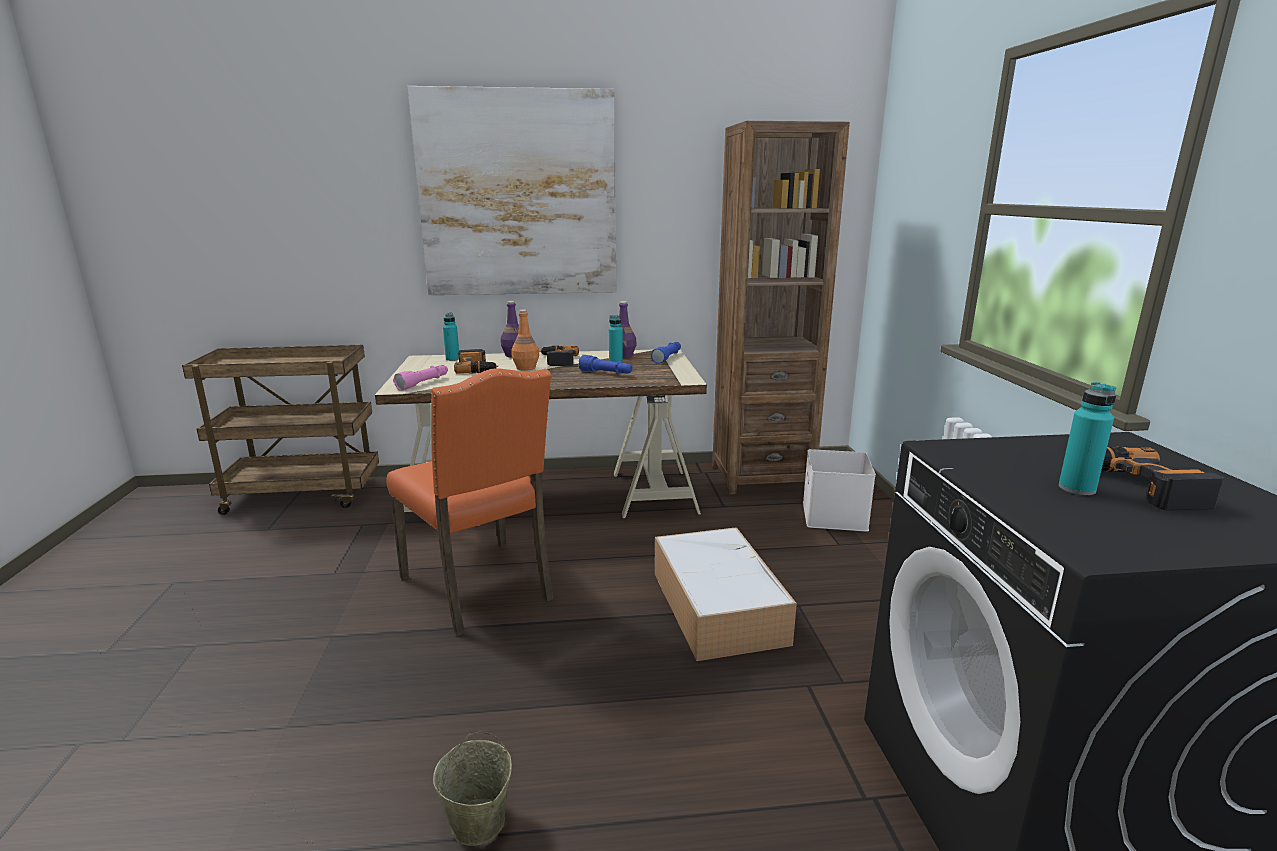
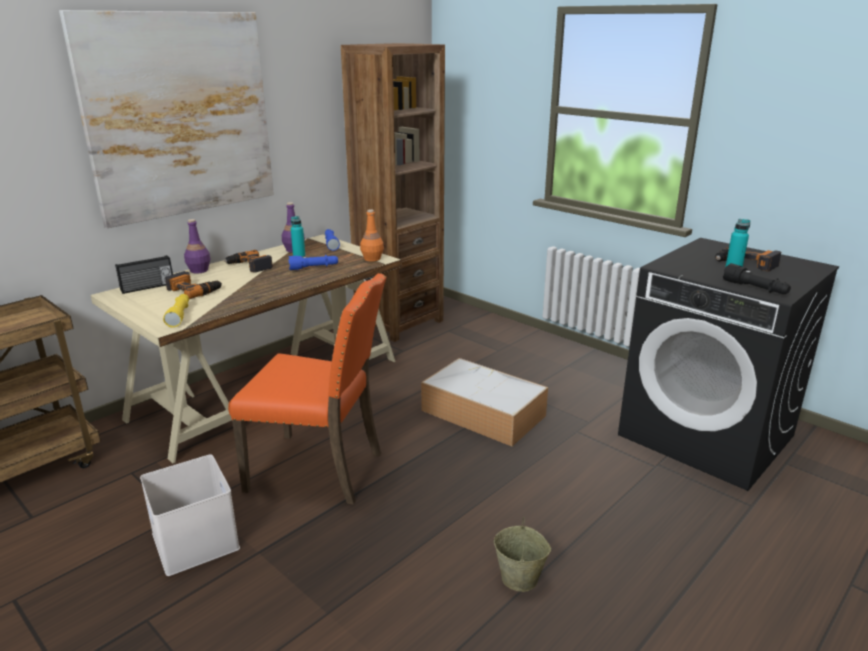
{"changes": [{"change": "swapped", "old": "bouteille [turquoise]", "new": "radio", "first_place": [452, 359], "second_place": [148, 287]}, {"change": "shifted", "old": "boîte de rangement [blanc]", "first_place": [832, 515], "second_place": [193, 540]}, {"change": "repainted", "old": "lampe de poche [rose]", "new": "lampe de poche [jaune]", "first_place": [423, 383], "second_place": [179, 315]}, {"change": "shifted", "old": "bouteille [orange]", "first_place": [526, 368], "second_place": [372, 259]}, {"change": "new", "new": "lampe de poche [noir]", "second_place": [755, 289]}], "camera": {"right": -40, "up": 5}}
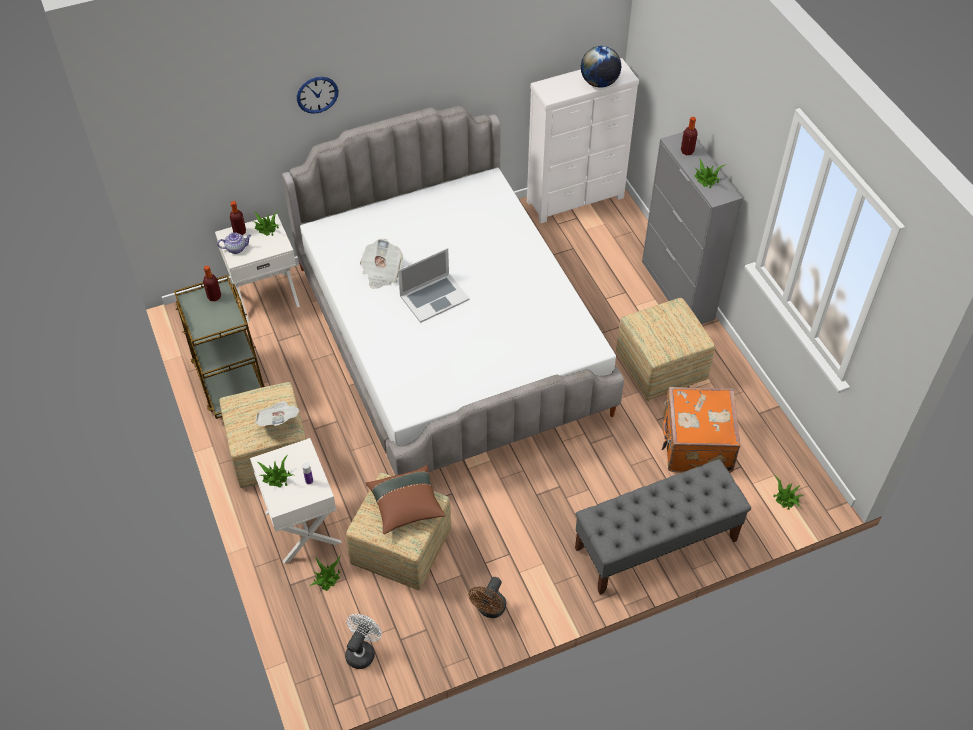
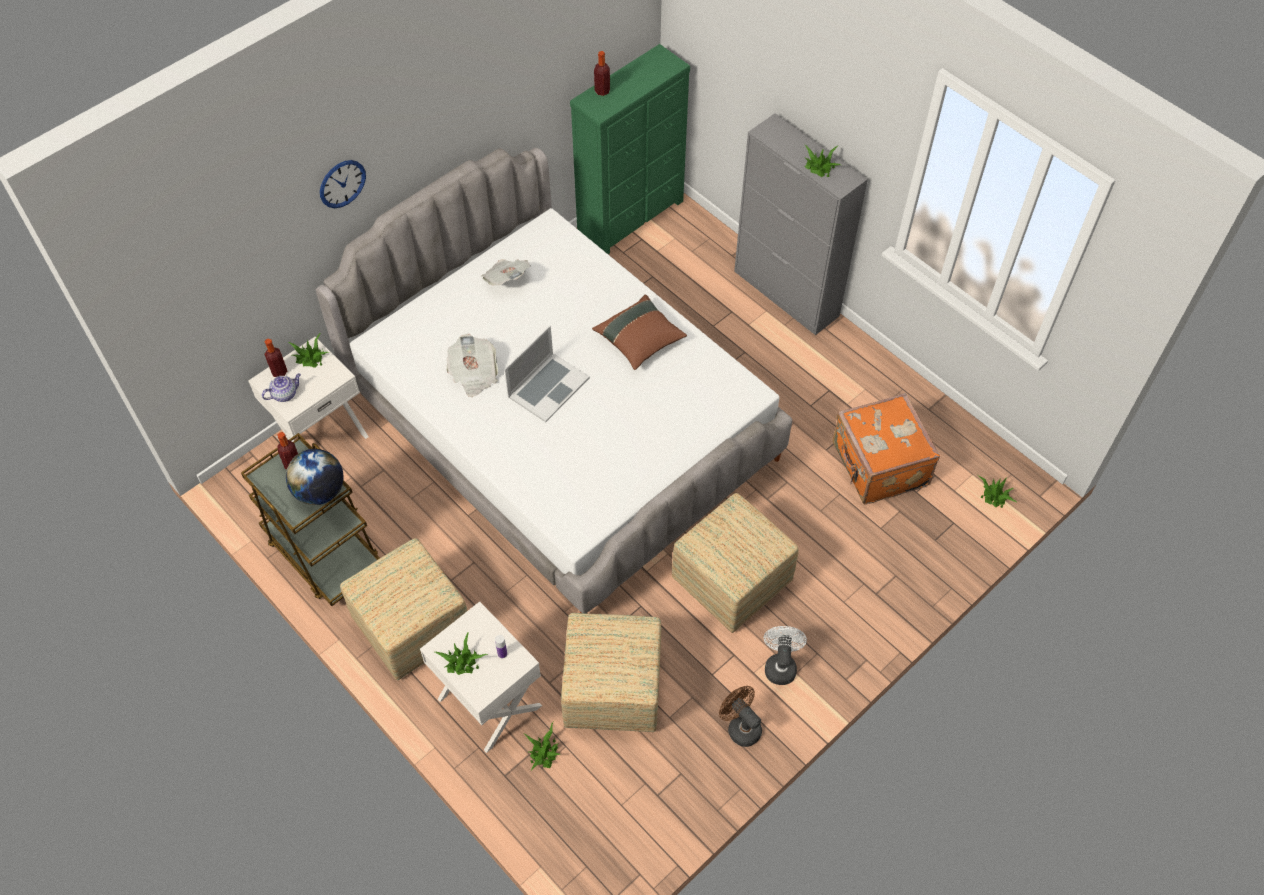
{"changes": [{"change": "shifted", "old": "globe", "first_place": [599, 83], "second_place": [320, 491]}, {"change": "shifted", "old": "journal", "first_place": [278, 420], "second_place": [506, 279]}, {"change": "repainted", "old": "commode [blanc]", "new": "commode [vert]", "first_place": [576, 200], "second_place": [632, 218]}, {"change": "shifted", "old": "coussin [marron]", "first_place": [406, 506], "second_place": [639, 340]}, {"change": "shifted", "old": "bouteille", "first_place": [687, 151], "second_place": [602, 91]}, {"change": "shifted", "old": "pouf", "first_place": [661, 367], "second_place": [732, 579]}, {"change": "rotated", "old": "ventilateur [marron]", "first_place": [490, 610], "second_place": [740, 726], "degrees": 135}, {"change": "shifted", "old": "ventilateur [blanc]", "first_place": [362, 651], "second_place": [780, 665]}, {"change": "gone", "old": "banc [gris]", "first_place": [655, 544]}], "camera": {"right": -20, "up": 5}}
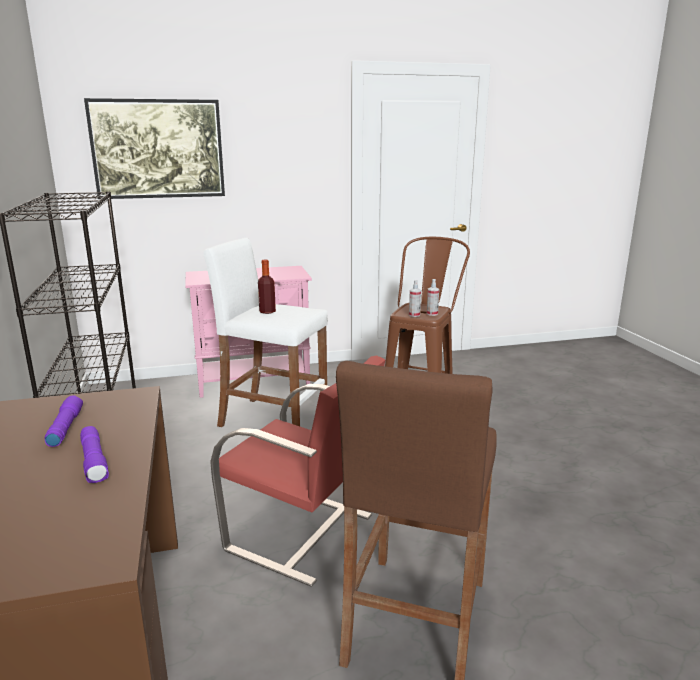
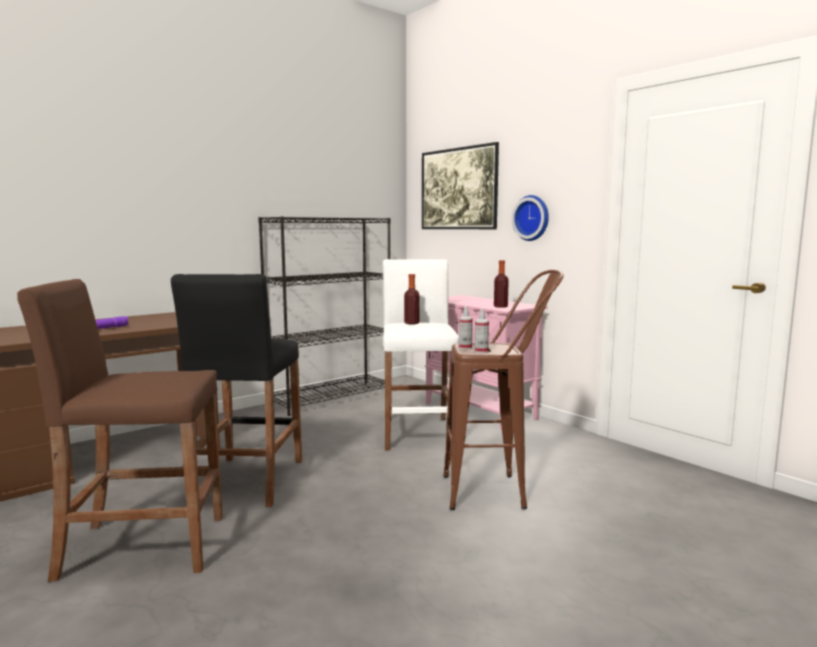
{"changes": [{"change": "swapped", "old": "chaise [rouge]", "new": "tabouret [noir]", "first_place": [302, 533], "second_place": [247, 481]}, {"change": "new", "new": "bouteille", "second_place": [500, 306]}, {"change": "new", "new": "horloge murale", "second_place": [532, 218]}, {"change": "gone", "old": "lampe de poche [violet]", "first_place": [64, 428]}], "camera": {"right": 65, "up": -10}}
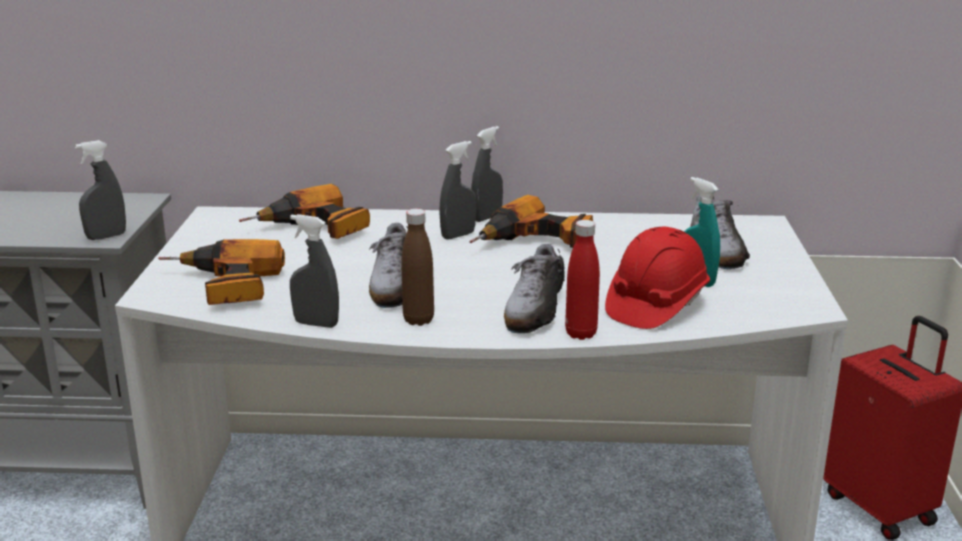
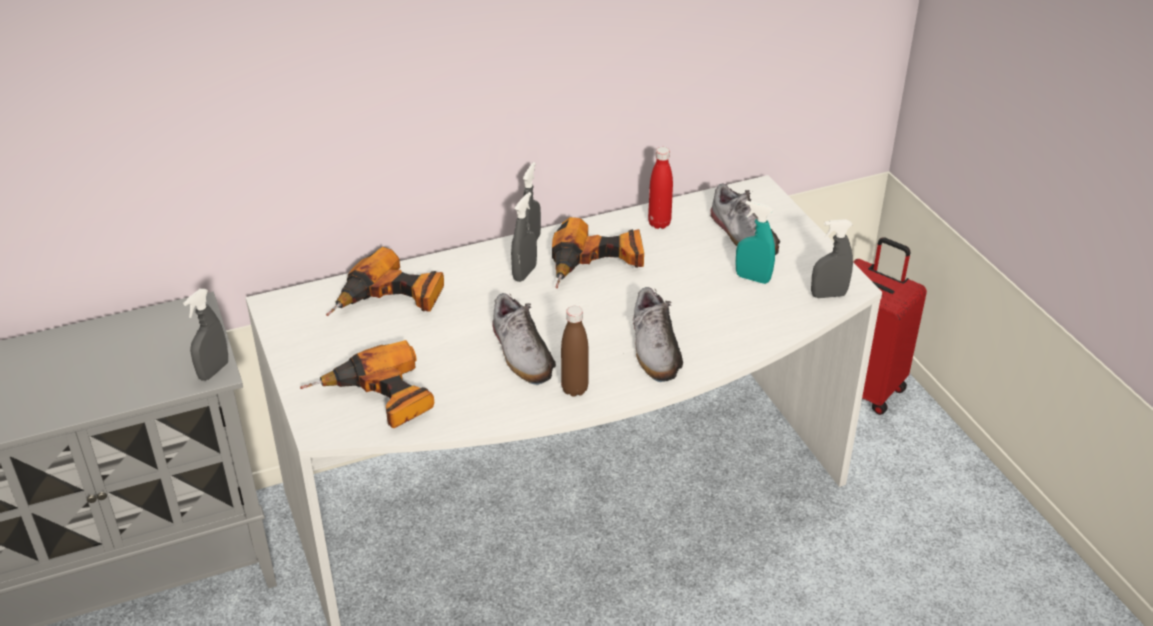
{"changes": [{"change": "shifted", "old": "bouteille [rouge]", "first_place": [581, 334], "second_place": [659, 223]}, {"change": "shifted", "old": "vaporisateur [gris]", "first_place": [316, 324], "second_place": [828, 295]}, {"change": "gone", "old": "casque de chantier [rouge]", "first_place": [655, 305]}], "camera": {"right": -25, "up": 15}}
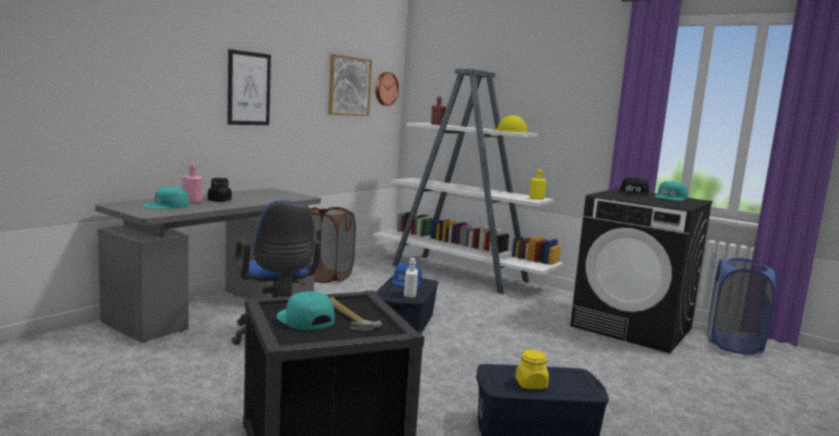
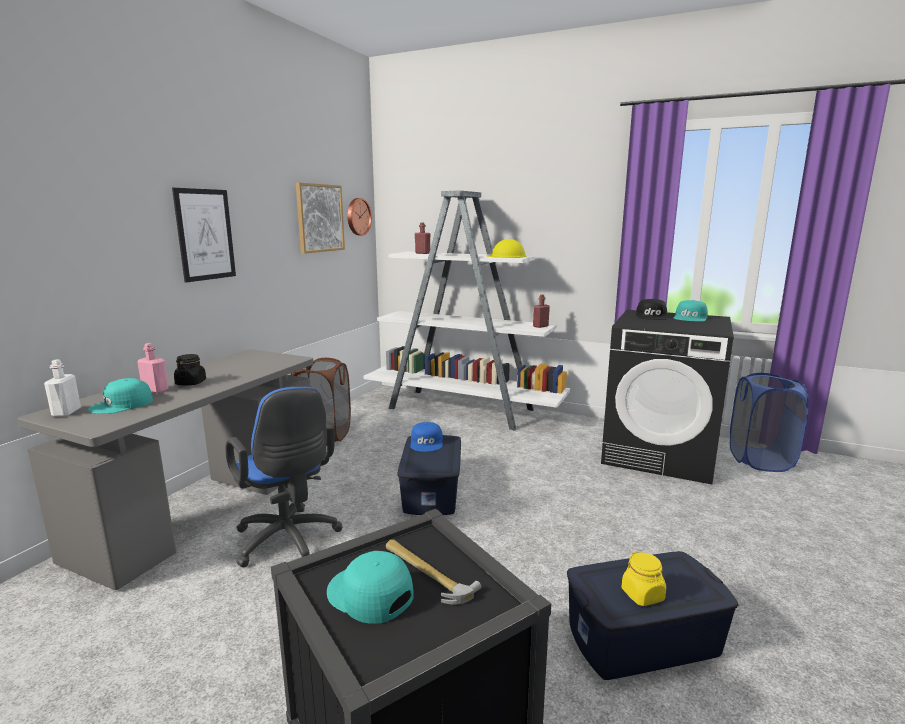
{"changes": [{"change": "shifted", "old": "bouteille [blanc]", "first_place": [410, 295], "second_place": [66, 412]}, {"change": "repainted", "old": "bouteille [jaune]", "new": "bouteille [rouge]", "first_place": [536, 198], "second_place": [540, 326]}], "camera": {"right": -10, "up": 5}}
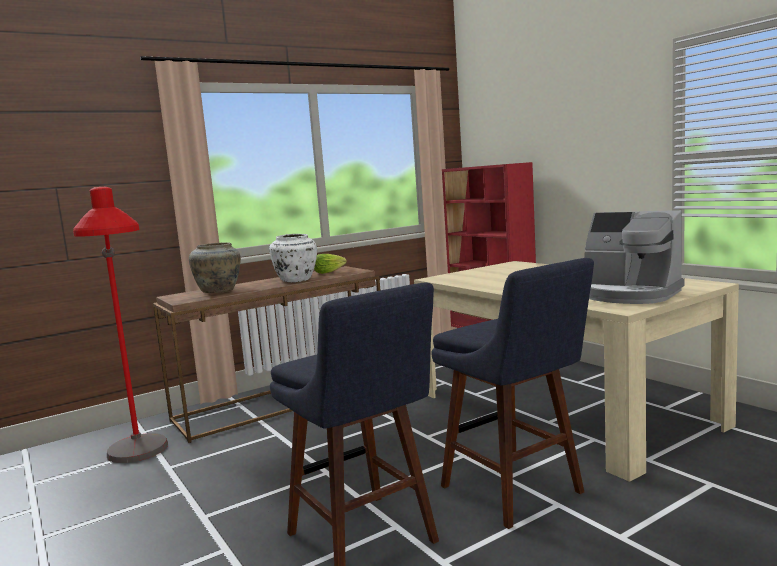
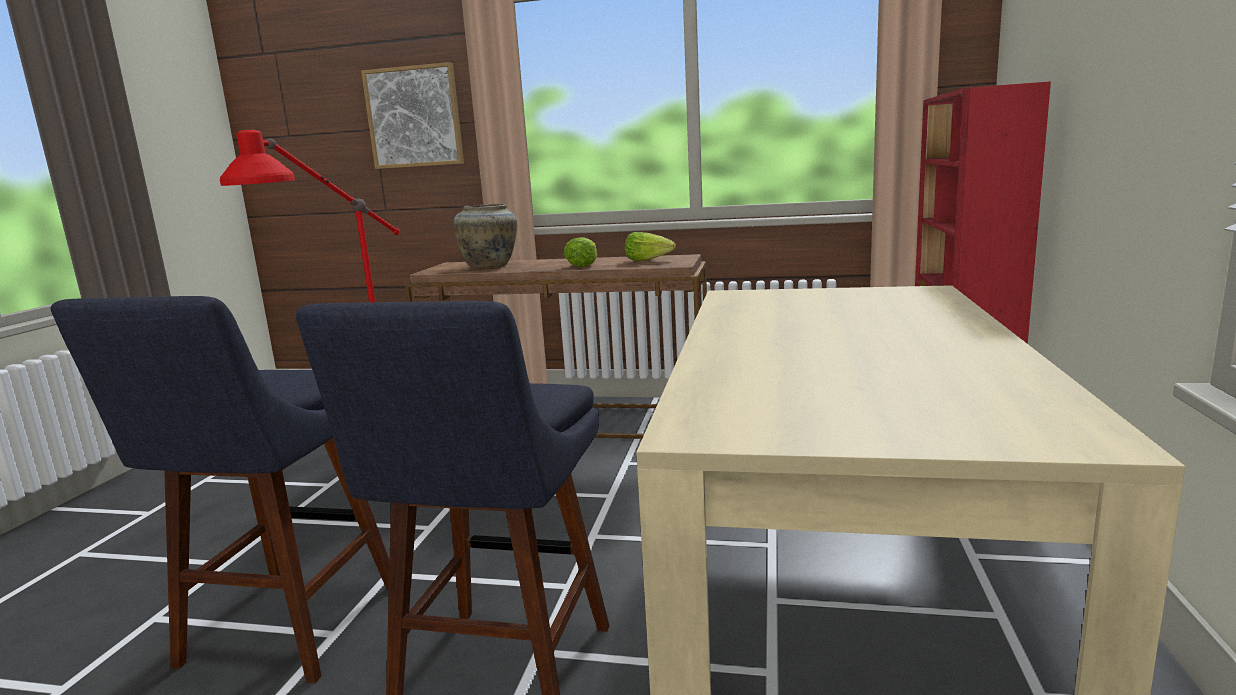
{"changes": [{"change": "new", "new": "tableau", "second_place": [414, 117]}, {"change": "swapped", "old": "vase [blanc]", "new": "laitue", "first_place": [296, 280], "second_place": [583, 265]}, {"change": "gone", "old": "machine à café", "first_place": [628, 294]}], "camera": {"right": 45, "up": 5}}
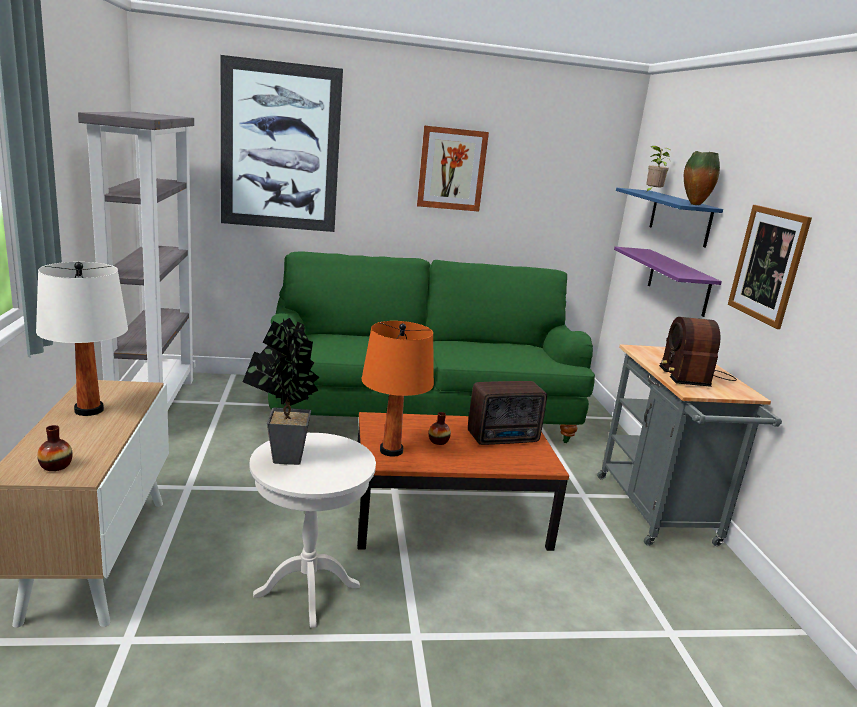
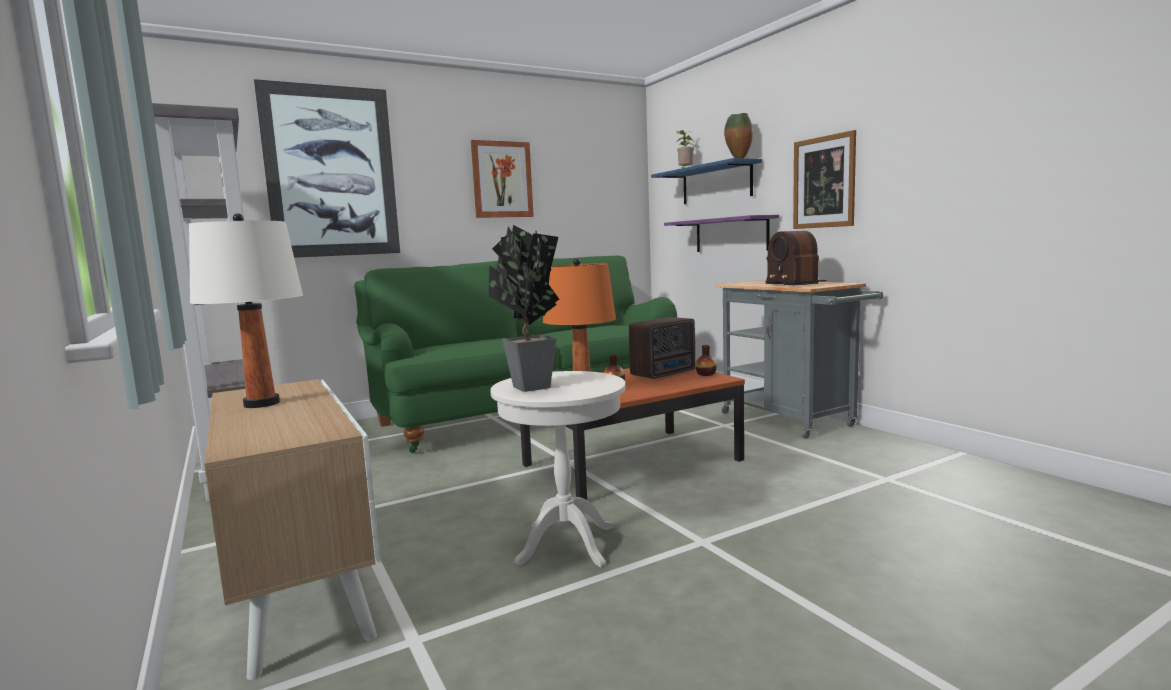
{"changes": [{"change": "shifted", "old": "vase", "first_place": [56, 466], "second_place": [706, 374]}], "camera": {"right": -20, "up": -10}}
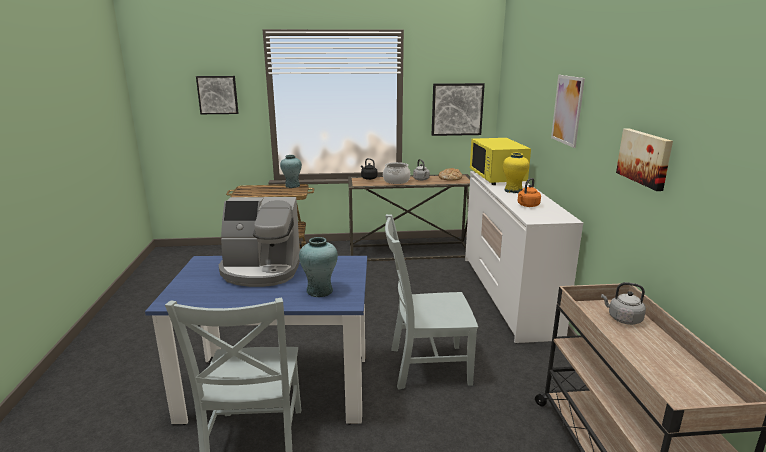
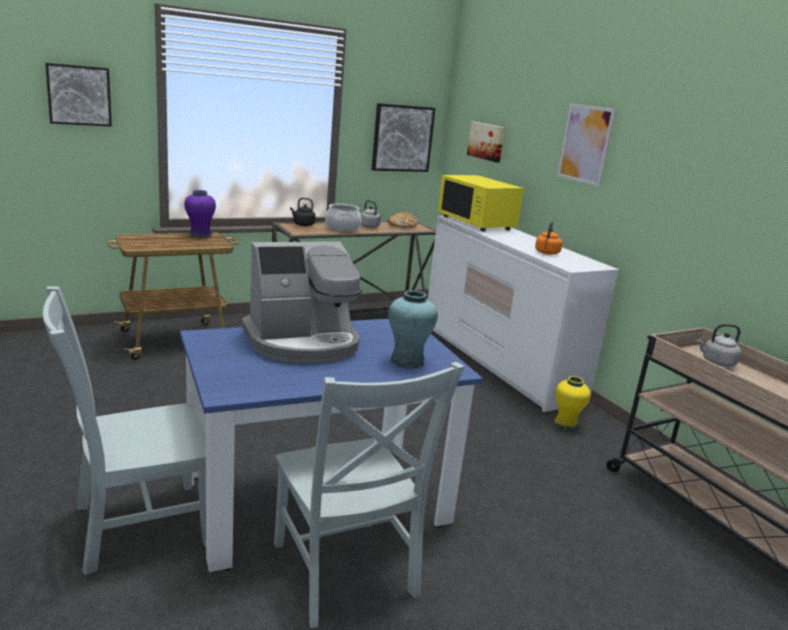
{"changes": [{"change": "shifted", "old": "chaise [gris]", "first_place": [425, 366], "second_place": [135, 526]}, {"change": "repainted", "old": "vase [turquoise]", "new": "vase [violet]", "first_place": [292, 186], "second_place": [200, 235]}, {"change": "shifted", "old": "tableau", "first_place": [645, 158], "second_place": [487, 141]}, {"change": "shifted", "old": "vase [jaune]", "first_place": [513, 190], "second_place": [566, 424]}], "camera": {"right": -25, "up": 0}}
